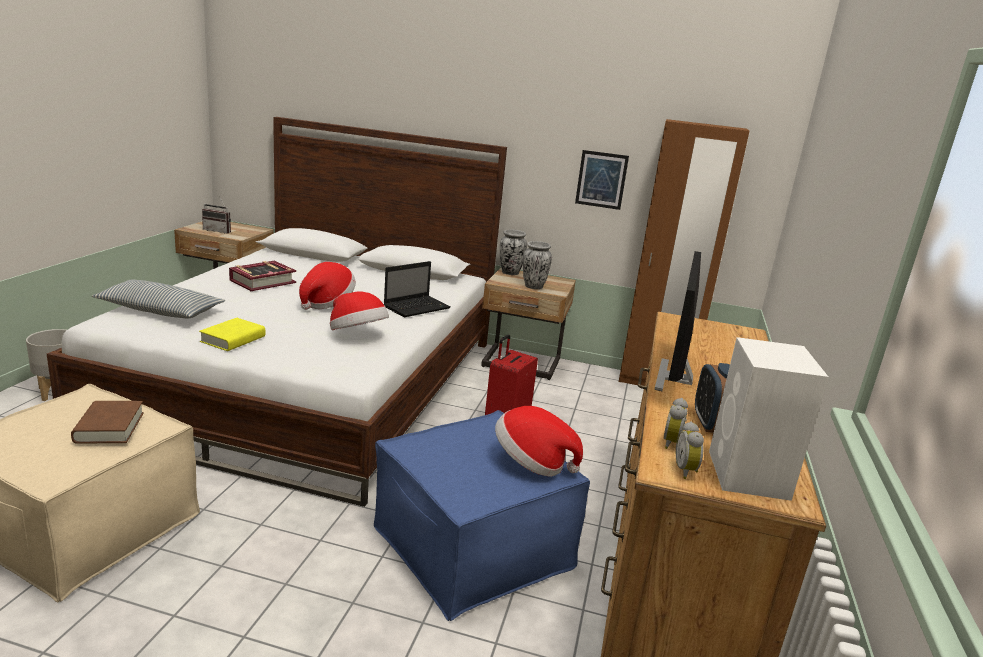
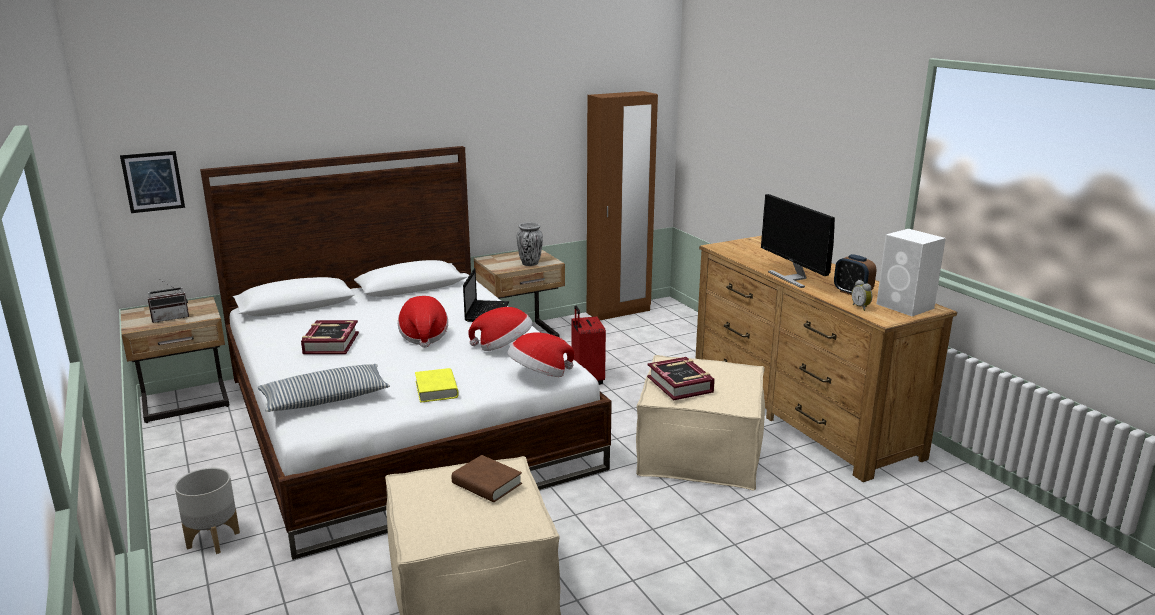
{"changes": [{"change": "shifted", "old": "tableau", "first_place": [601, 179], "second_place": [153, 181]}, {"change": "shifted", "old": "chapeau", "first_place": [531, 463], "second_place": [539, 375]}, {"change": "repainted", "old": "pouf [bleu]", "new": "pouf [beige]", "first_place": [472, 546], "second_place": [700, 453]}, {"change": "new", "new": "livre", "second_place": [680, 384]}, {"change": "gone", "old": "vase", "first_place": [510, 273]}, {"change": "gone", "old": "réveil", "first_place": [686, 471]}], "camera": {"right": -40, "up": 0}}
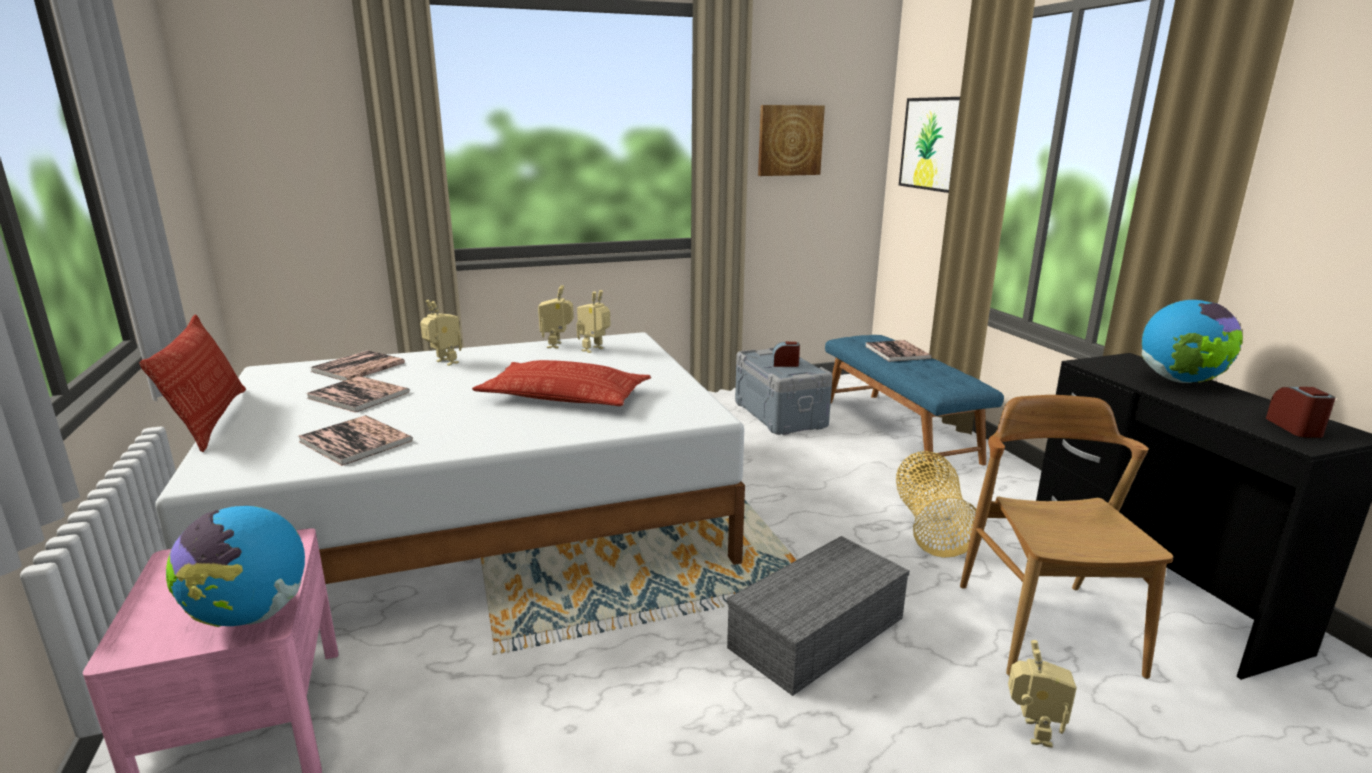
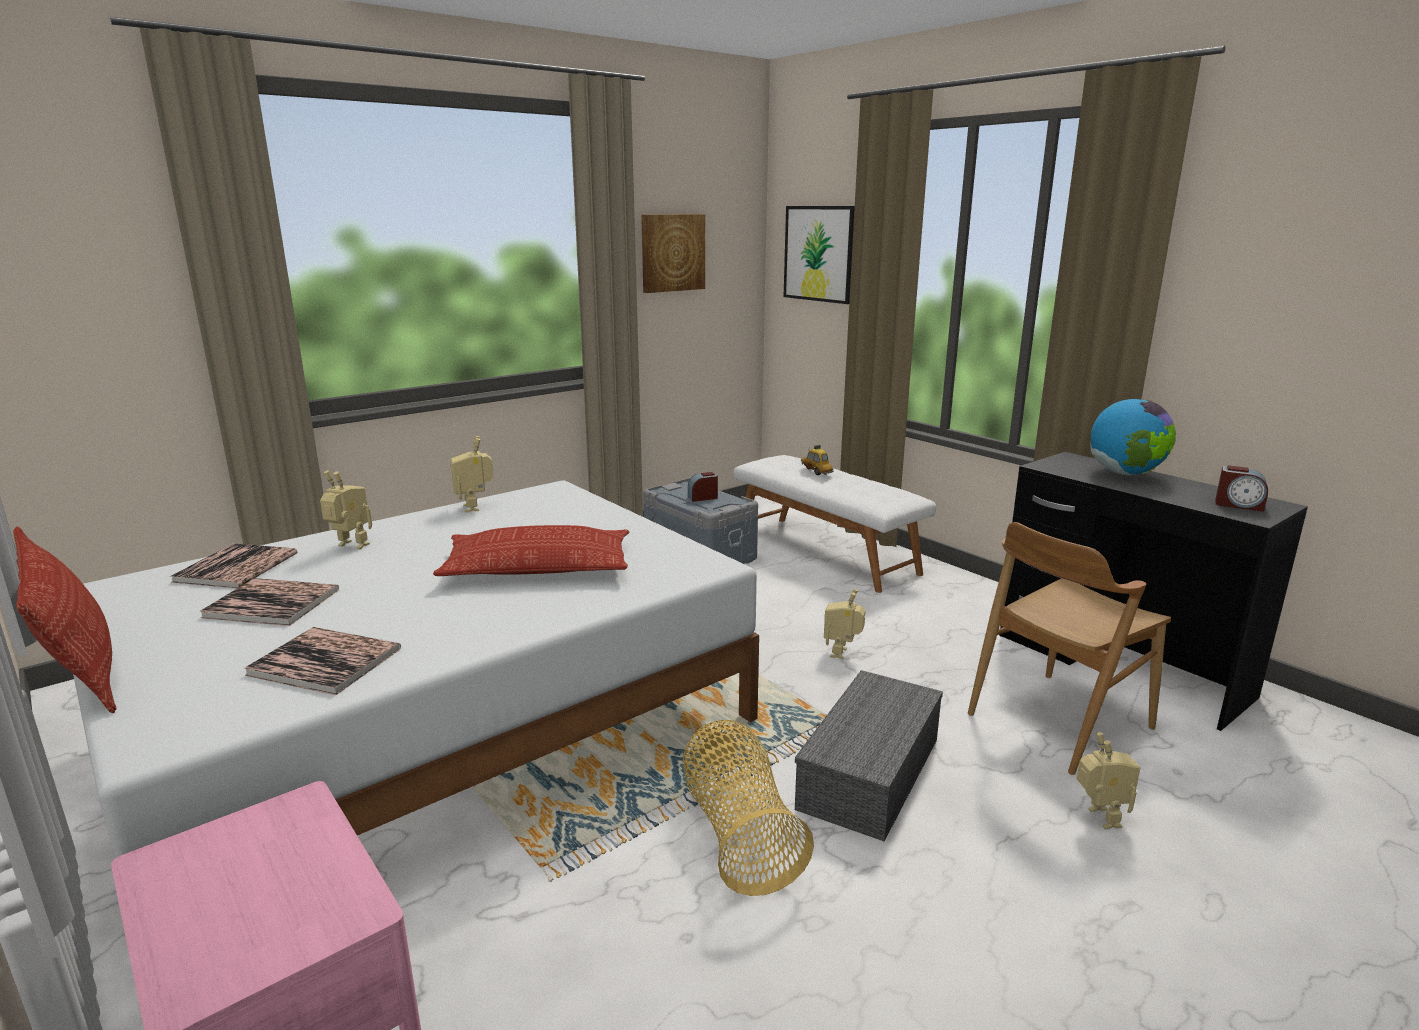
{"changes": [{"change": "shifted", "old": "panier", "first_place": [930, 525], "second_place": [739, 833]}, {"change": "repainted", "old": "banc [bleu]", "new": "banc [blanc]", "first_place": [899, 430], "second_place": [826, 552]}, {"change": "swapped", "old": "livre", "new": "petite voiture", "first_place": [897, 352], "second_place": [816, 471]}, {"change": "shifted", "old": "robot jouet", "first_place": [595, 350], "second_place": [842, 653]}, {"change": "rotated", "old": "chaise [marron]", "first_place": [1046, 627], "second_place": [1058, 721], "degrees": -105}, {"change": "rotated", "old": "réveil", "first_place": [1295, 428], "second_place": [1238, 505], "degrees": 135}, {"change": "gone", "old": "globe", "first_place": [250, 615]}], "camera": {"right": -20, "up": 0}}
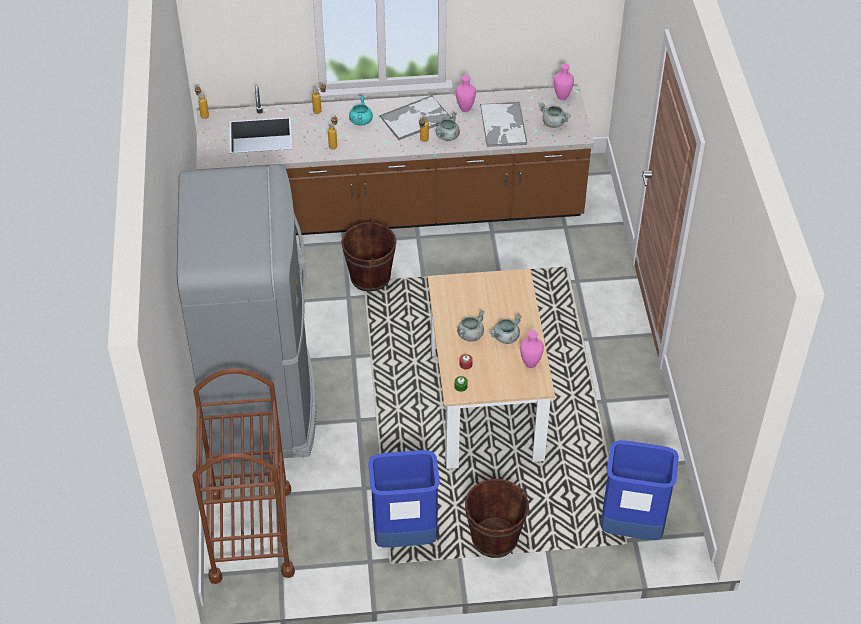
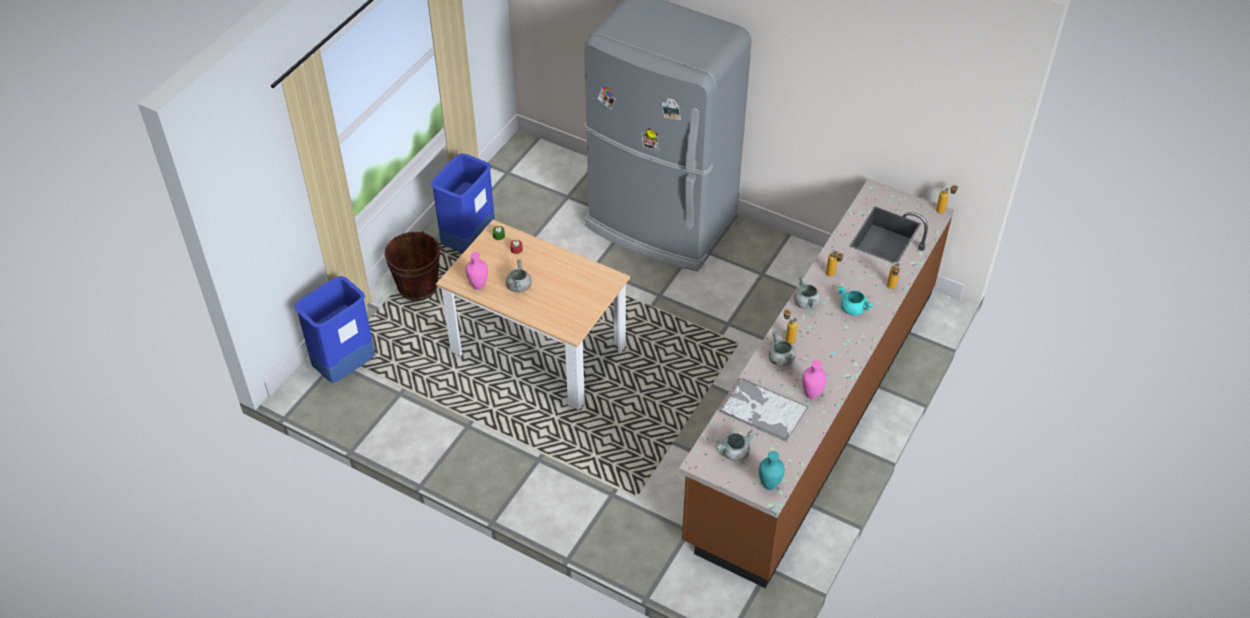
{"changes": [{"change": "repainted", "old": "vase [rose]", "new": "vase [turquoise]", "first_place": [562, 98], "second_place": [769, 484]}, {"change": "shifted", "old": "marmite [gris]", "first_place": [470, 334], "second_place": [806, 303]}, {"change": "gone", "old": "chariot [marron]", "first_place": [250, 533]}, {"change": "gone", "old": "seau [marron]", "first_place": [370, 277]}, {"change": "gone", "old": "plateau", "first_place": [416, 118]}], "camera": {"right": 125, "up": 0}}
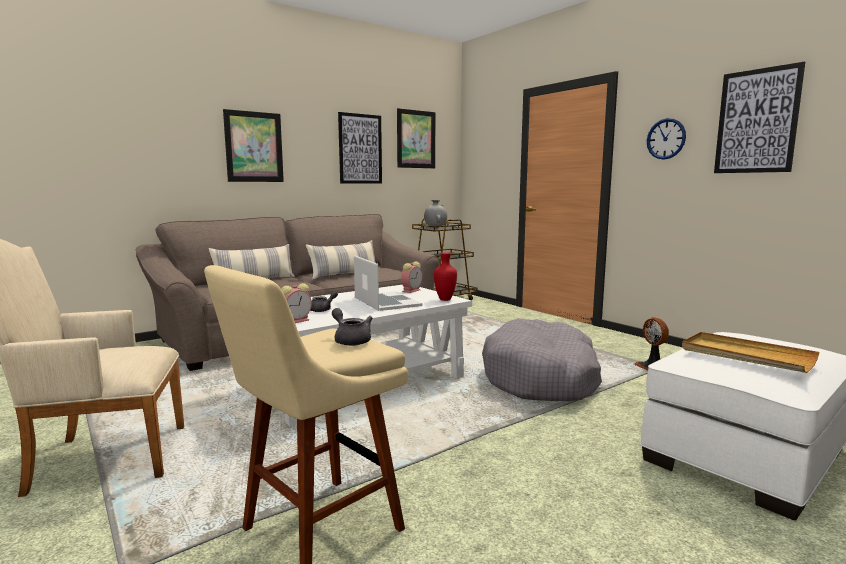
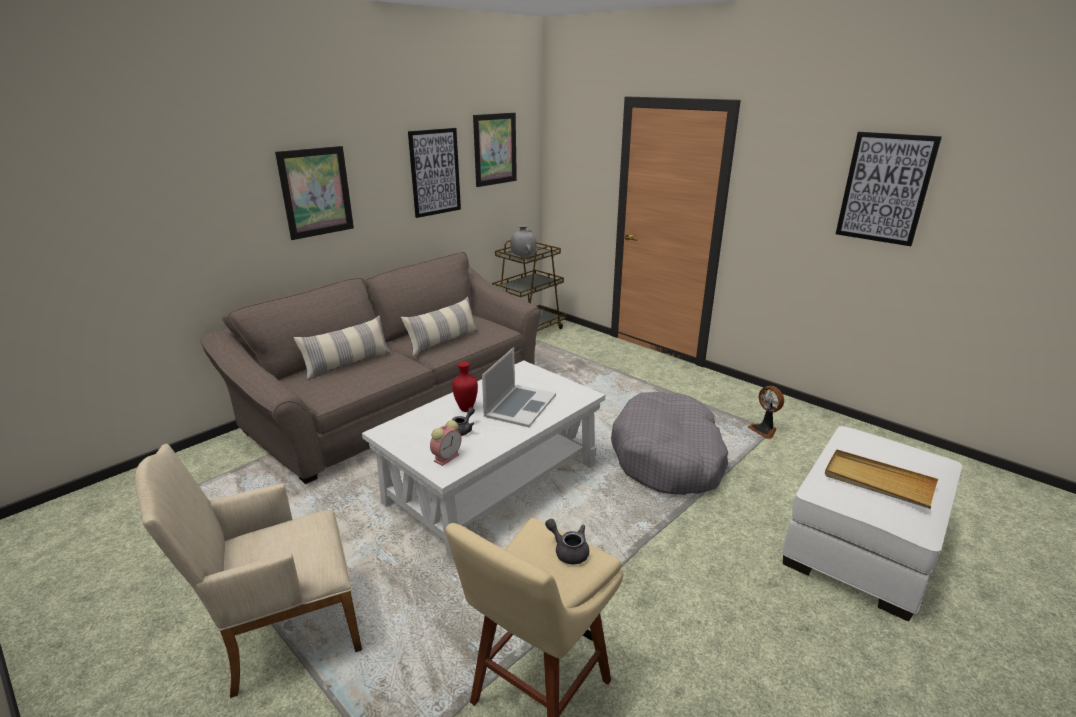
{"changes": [{"change": "shifted", "old": "vase [rouge]", "first_place": [445, 299], "second_place": [466, 409]}, {"change": "rotated", "old": "ordinateur portable", "first_place": [386, 301], "second_place": [520, 405], "degrees": 60}, {"change": "gone", "old": "réveil", "first_place": [411, 290]}, {"change": "gone", "old": "horloge murale", "first_place": [666, 139]}], "camera": {"right": -10, "up": 15}}
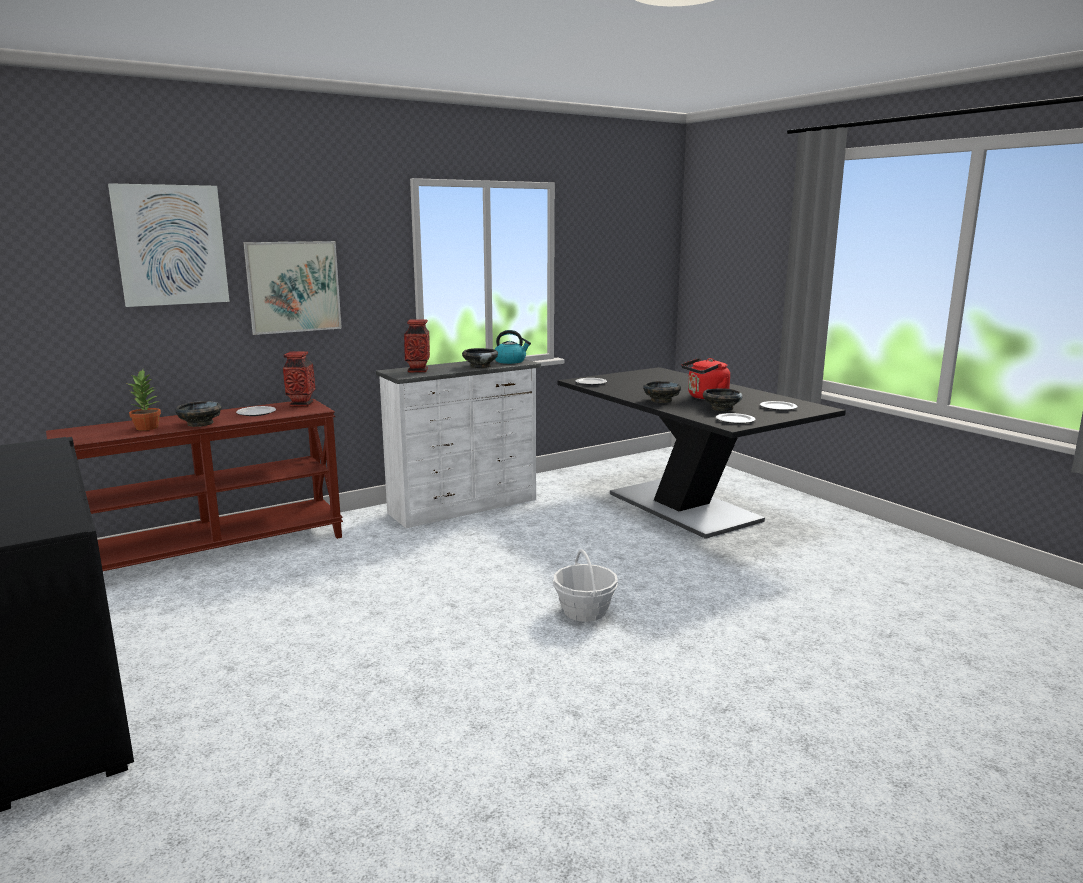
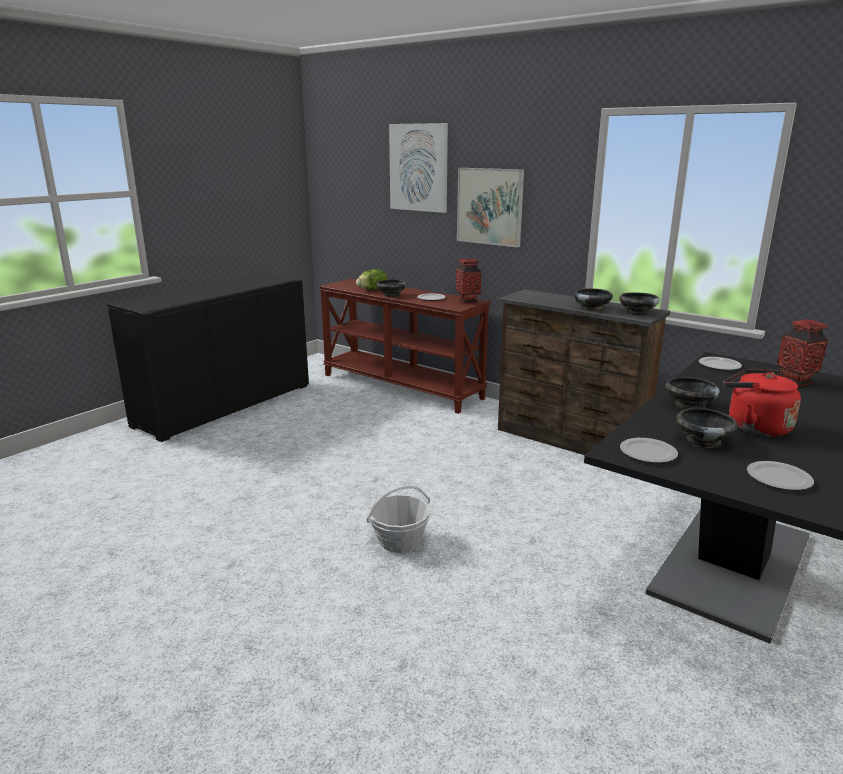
{"changes": [{"change": "swapped", "old": "plante en pot", "new": "laitue", "first_place": [147, 427], "second_place": [372, 289]}, {"change": "repainted", "old": "commode [blanc]", "new": "commode [marron]", "first_place": [465, 507], "second_place": [569, 441]}, {"change": "swapped", "old": "bouilloire", "new": "bol [noir]", "first_place": [510, 361], "second_place": [637, 312]}, {"change": "shifted", "old": "vase", "first_place": [418, 370], "second_place": [795, 382]}], "camera": {"right": 70, "up": 5}}
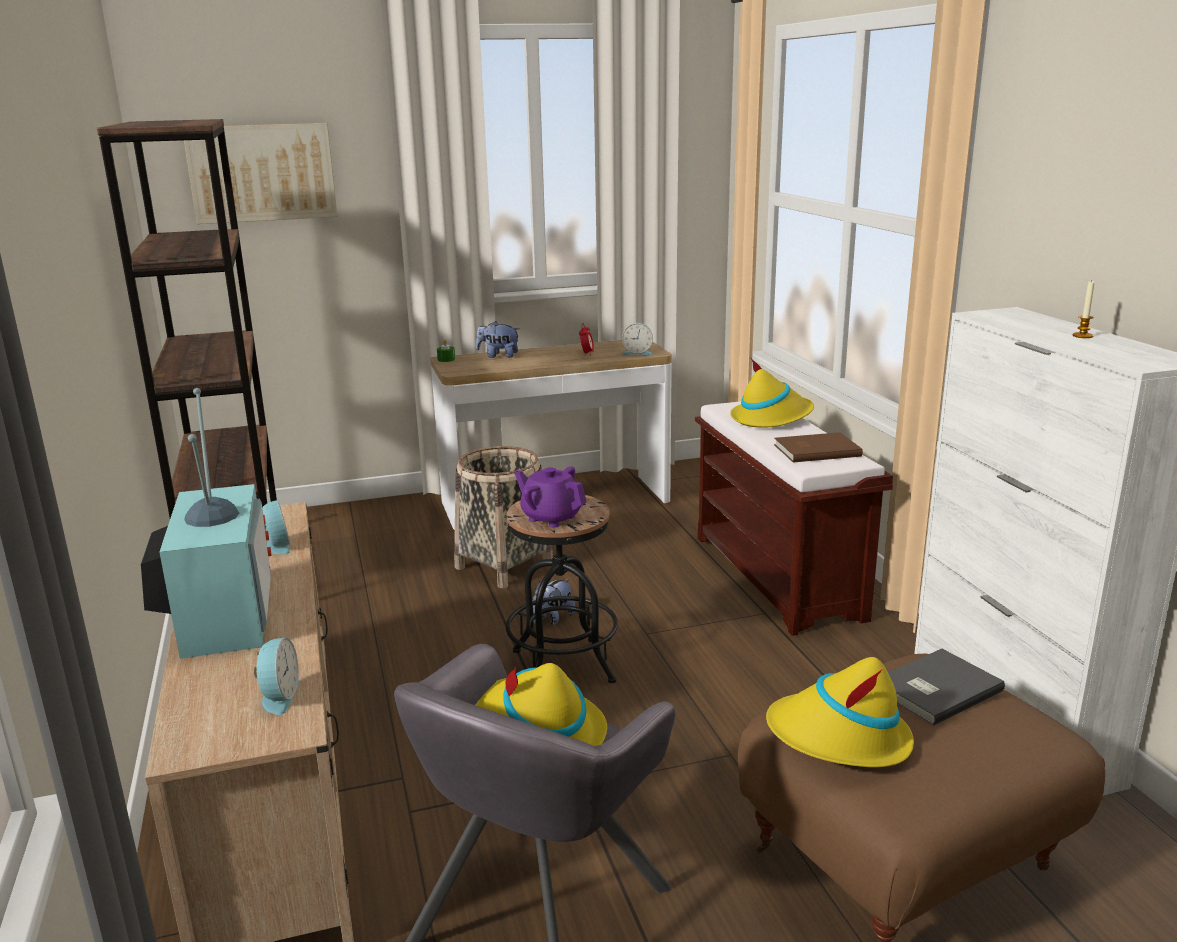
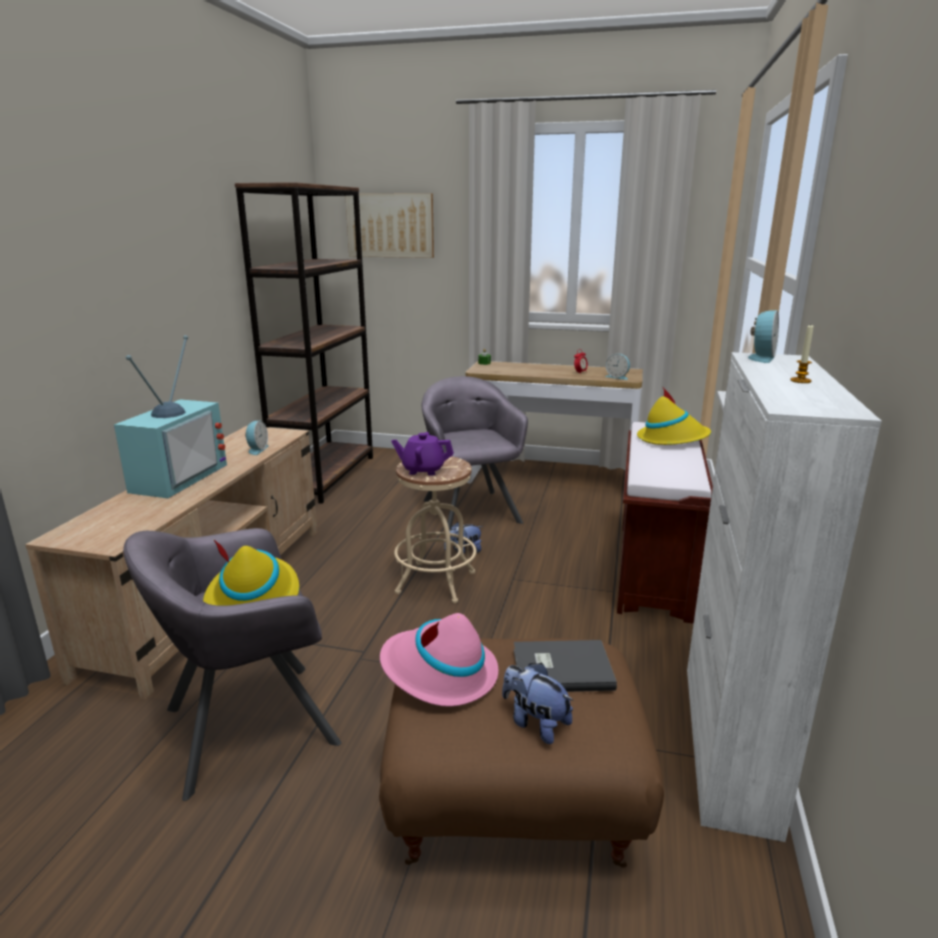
{"changes": [{"change": "repainted", "old": "chapeau [jaune]", "new": "chapeau [rose]", "first_place": [839, 738], "second_place": [438, 673]}, {"change": "rotated", "old": "théière [violet]", "first_place": [551, 517], "second_place": [423, 470], "degrees": -60}, {"change": "repainted", "old": "tabouret [noir]", "new": "tabouret [beige]", "first_place": [563, 666], "second_place": [436, 582]}, {"change": "swapped", "old": "panier", "new": "fauteuil [gris]", "first_place": [504, 565], "second_place": [471, 510]}, {"change": "shifted", "old": "peluche", "first_place": [498, 356], "second_place": [535, 723]}, {"change": "shifted", "old": "réveil", "first_place": [278, 697], "second_place": [760, 357]}, {"change": "gone", "old": "livre [marron]", "first_place": [815, 450]}], "camera": {"right": 30, "up": 0}}
